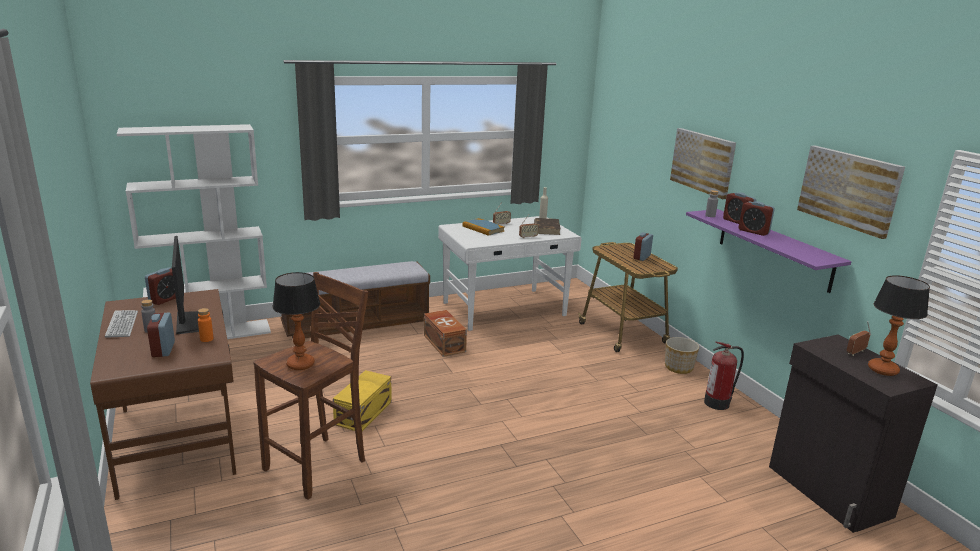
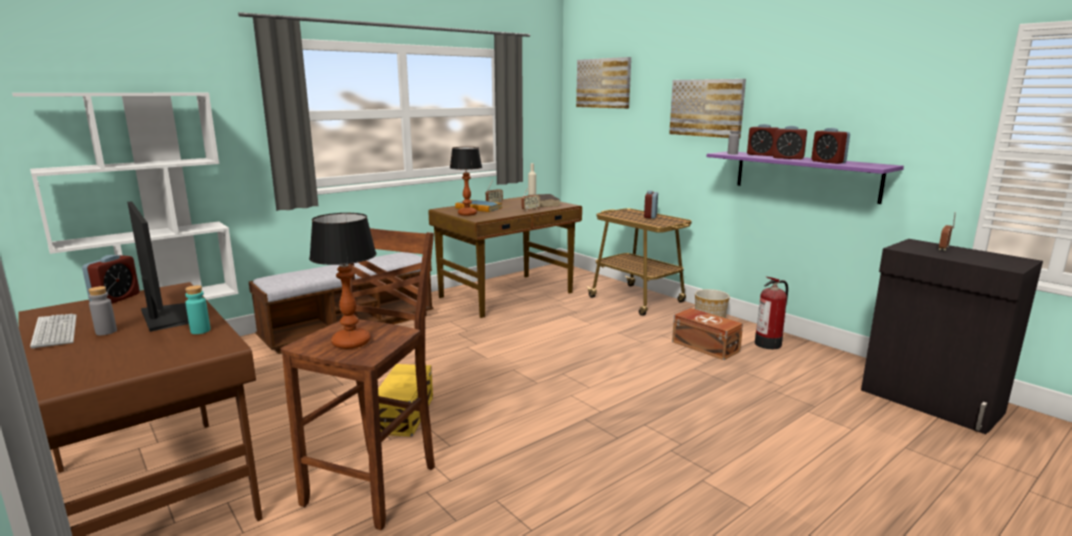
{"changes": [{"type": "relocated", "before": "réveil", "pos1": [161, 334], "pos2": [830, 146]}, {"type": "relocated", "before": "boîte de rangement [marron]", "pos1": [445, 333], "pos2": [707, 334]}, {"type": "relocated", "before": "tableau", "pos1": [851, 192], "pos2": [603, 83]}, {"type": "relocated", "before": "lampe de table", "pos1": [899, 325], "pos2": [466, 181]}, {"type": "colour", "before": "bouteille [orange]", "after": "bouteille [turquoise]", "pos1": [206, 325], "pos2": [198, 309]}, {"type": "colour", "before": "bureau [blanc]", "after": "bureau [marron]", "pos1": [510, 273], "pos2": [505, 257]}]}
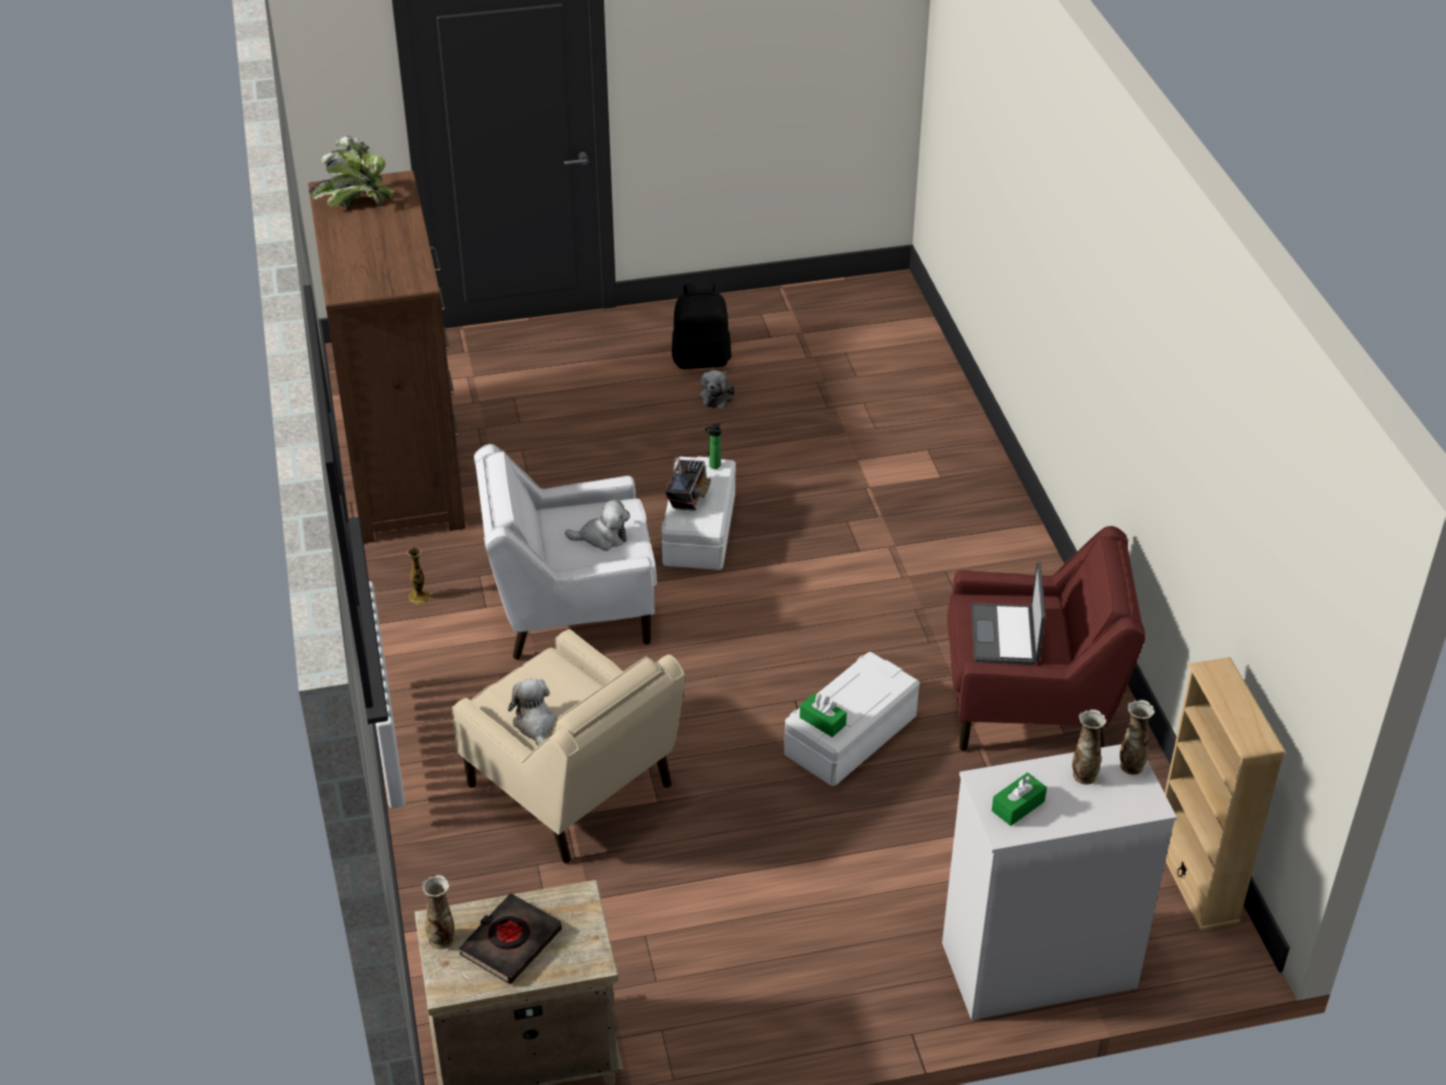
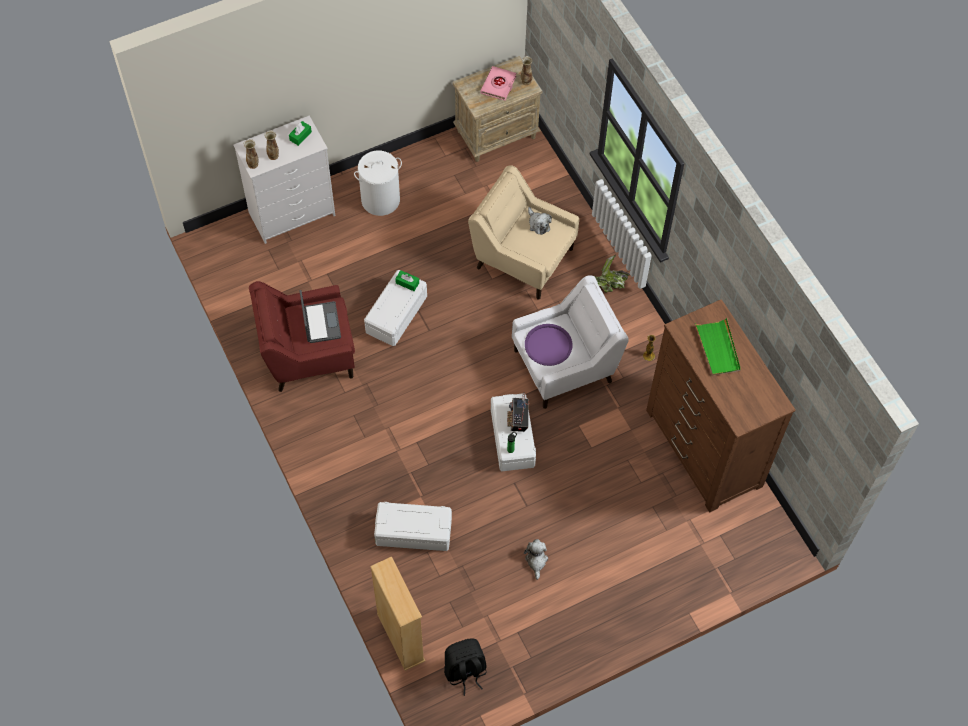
{"changes": [{"type": "appeared", "after": "panier à linge [blanc]", "pos2": [378, 183]}, {"type": "appeared", "after": "boîte de rangement [blanc]", "pos2": [413, 526]}, {"type": "appeared", "after": "plateau [vert]", "pos2": [718, 347]}, {"type": "relocated", "before": "plante en pot", "pos1": [351, 171], "pos2": [612, 274]}, {"type": "relocated", "before": "sac à dos [noir]", "pos1": [702, 325], "pos2": [465, 667]}, {"type": "relocated", "before": "bibliothèque [beige]", "pos1": [1225, 794], "pos2": [397, 613]}, {"type": "exchanged", "before": "peluche", "after": "plateau [violet]", "pos1": [597, 525], "pos2": [548, 345]}, {"type": "colour", "before": "livre [noir]", "after": "livre [rose]", "pos1": [510, 938], "pos2": [498, 83]}]}
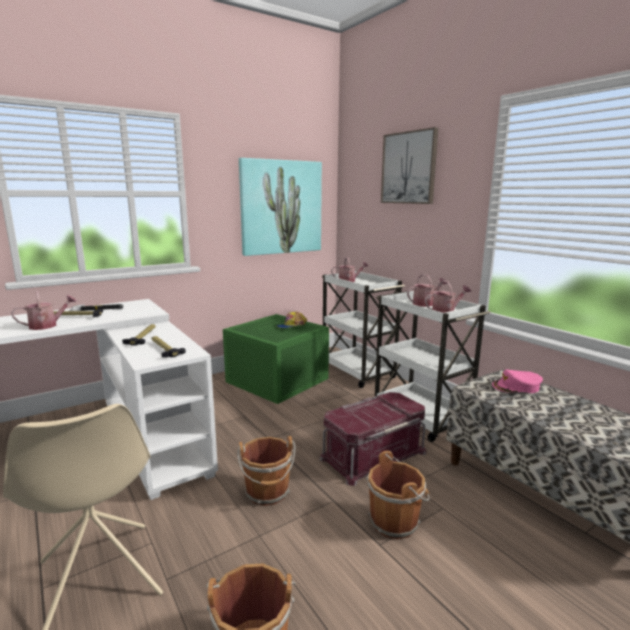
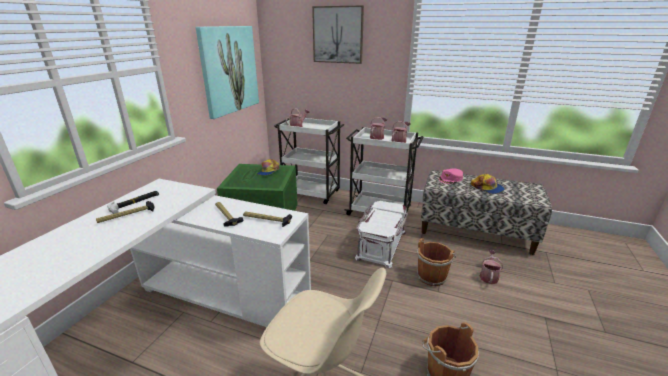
{"changes": [{"type": "missing", "before": "seau [marron]", "pos1": [266, 471]}, {"type": "appeared", "after": "casquette", "pos2": [488, 184]}, {"type": "relocated", "before": "arrosoir", "pos1": [44, 310], "pos2": [491, 267]}, {"type": "colour", "before": "boîte de rangement [rouge]", "after": "boîte de rangement [blanc]", "pos1": [372, 439], "pos2": [381, 234]}]}
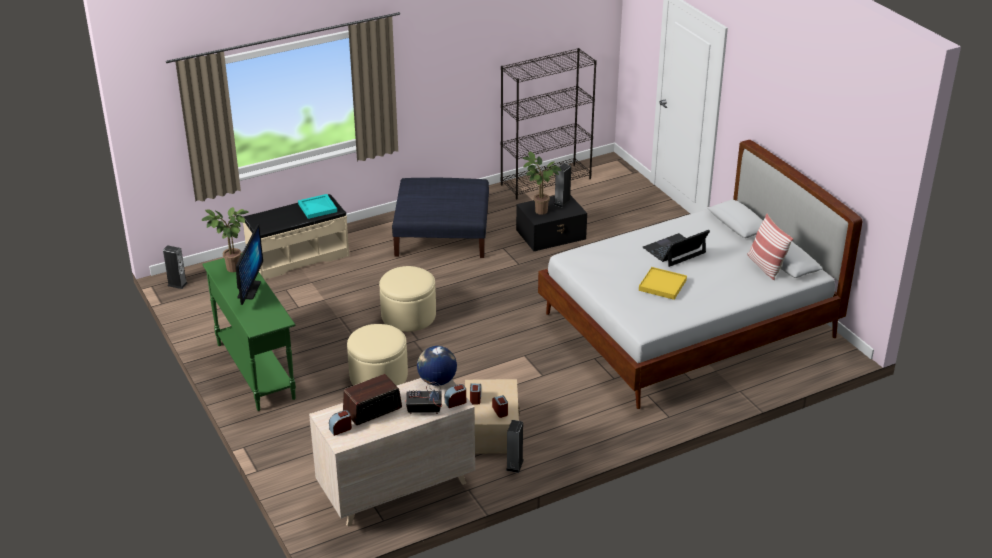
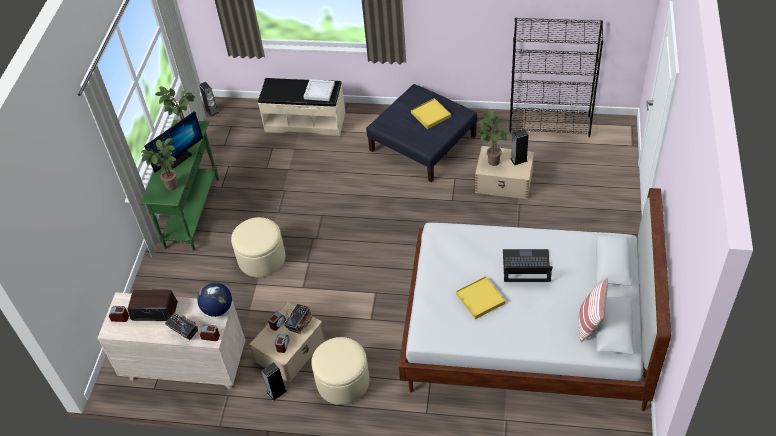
{"changes": [{"type": "appeared", "after": "plante en pot", "pos2": [159, 164]}, {"type": "appeared", "after": "radio", "pos2": [298, 319]}, {"type": "appeared", "after": "plateau [jaune]", "pos2": [431, 113]}, {"type": "relocated", "before": "pouf [beige]", "pos1": [407, 299], "pos2": [340, 371]}, {"type": "colour", "before": "plateau [turquoise]", "after": "plateau [blanc]", "pos1": [317, 206], "pos2": [319, 90]}, {"type": "colour", "before": "boîte de rangement [noir]", "after": "boîte de rangement [beige]", "pos1": [551, 223], "pos2": [504, 172]}]}
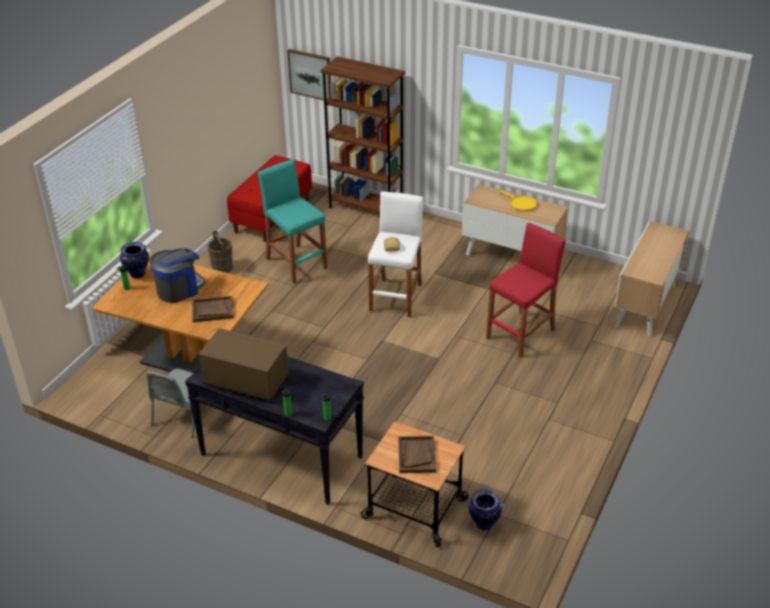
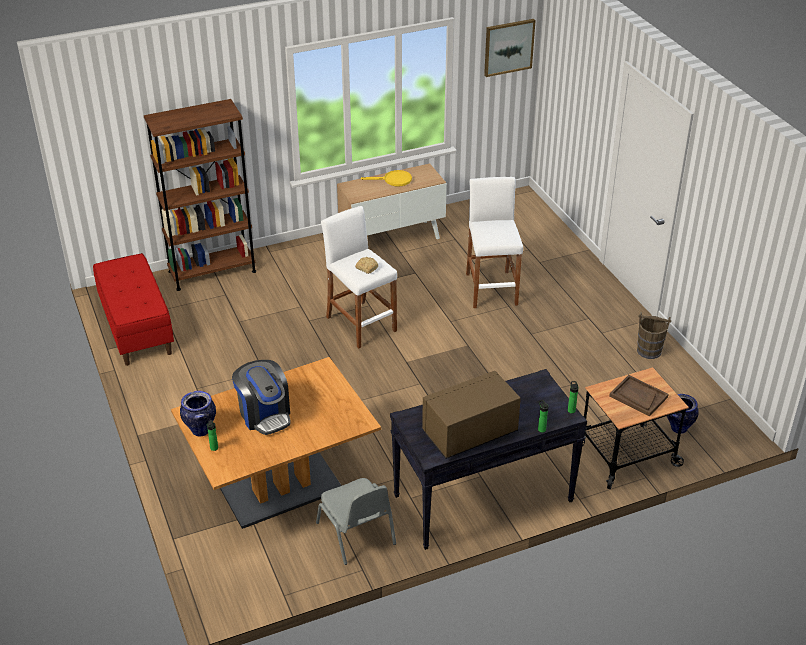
{"changes": [{"type": "missing", "before": "plateau [marron]", "pos1": [213, 309]}, {"type": "missing", "before": "tabouret [turquoise]", "pos1": [292, 221]}, {"type": "missing", "before": "meuble de rangement", "pos1": [652, 279]}, {"type": "relocated", "before": "seau [marron]", "pos1": [220, 251], "pos2": [654, 335]}, {"type": "relocated", "before": "tableau", "pos1": [309, 74], "pos2": [510, 48]}, {"type": "colour", "before": "tabouret [rouge]", "after": "tabouret [blanc]", "pos1": [526, 290], "pos2": [494, 242]}, {"type": "spun", "before": "machine à café", "pos1": [177, 275], "pos2": [261, 397], "turn": 150}]}
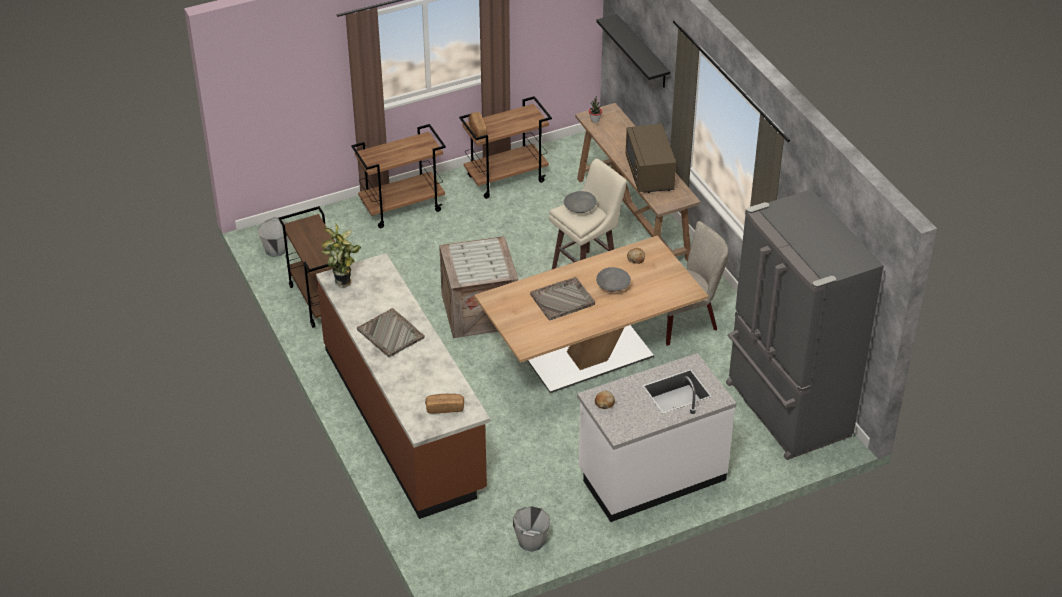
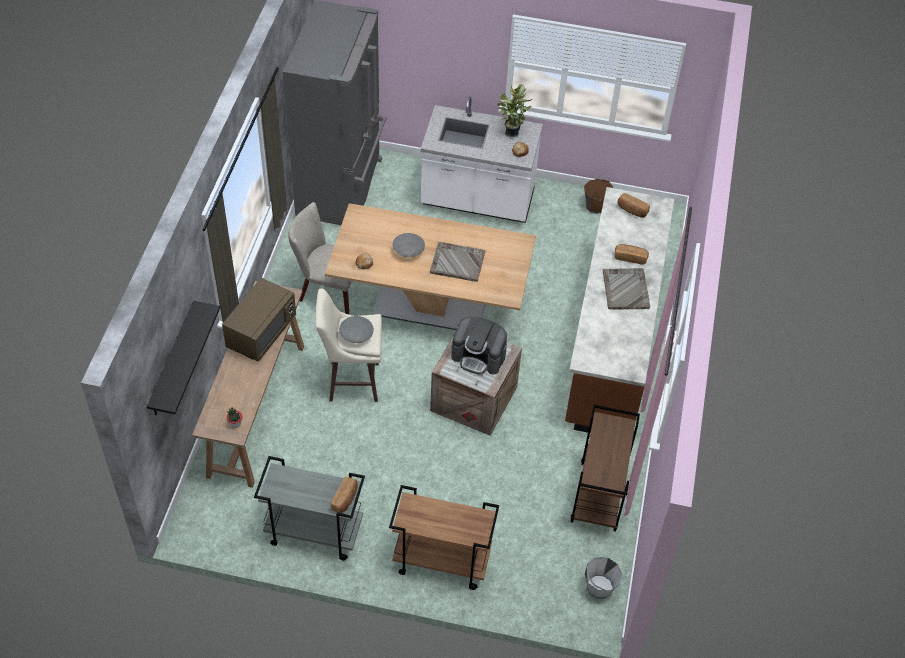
{"changes": [{"type": "appeared", "after": "machine à café", "pos2": [479, 346]}, {"type": "appeared", "after": "pain", "pos2": [631, 254]}, {"type": "relocated", "before": "plante en pot", "pos1": [341, 255], "pos2": [514, 111]}, {"type": "colour", "before": "chariot [marron]", "after": "chariot [gris]", "pos1": [505, 147], "pos2": [309, 508]}, {"type": "colour", "before": "seau [gris]", "after": "seau [marron]", "pos1": [531, 529], "pos2": [598, 196]}]}
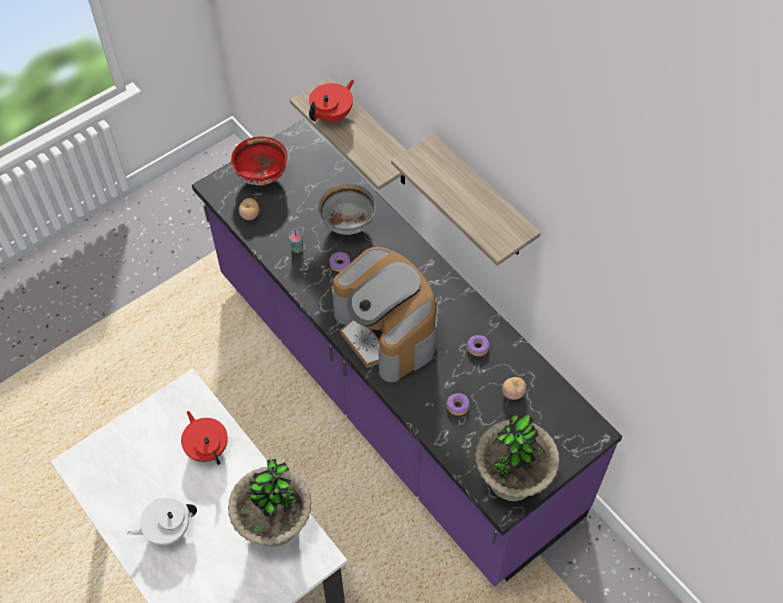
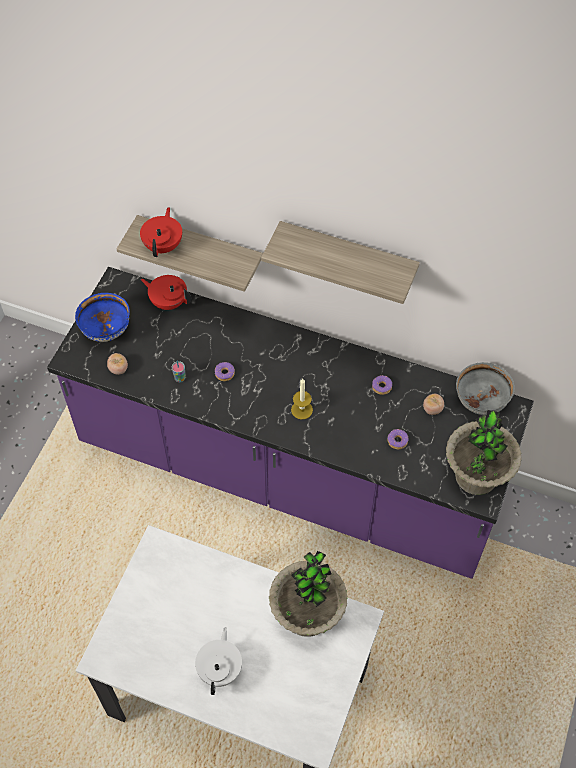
{"changes": [{"type": "relocated", "before": "théière [rouge]", "pos1": [204, 438], "pos2": [166, 292]}, {"type": "relocated", "before": "bol [gris]", "pos1": [347, 209], "pos2": [485, 388]}, {"type": "exchanged", "before": "machine à café", "after": "bougie", "pos1": [384, 314], "pos2": [302, 399]}, {"type": "colour", "before": "bol [rouge]", "after": "bol [bleu]", "pos1": [259, 161], "pos2": [102, 317]}, {"type": "spun", "before": "théière [blanc]", "pos1": [162, 521], "pos2": [218, 661], "turn": 150}]}
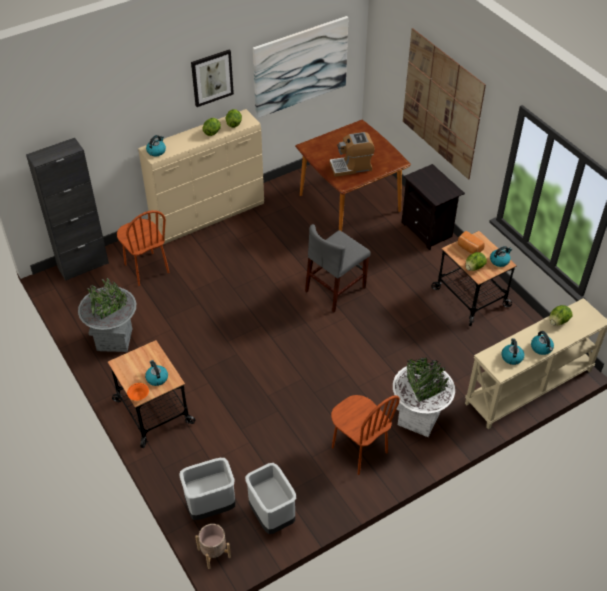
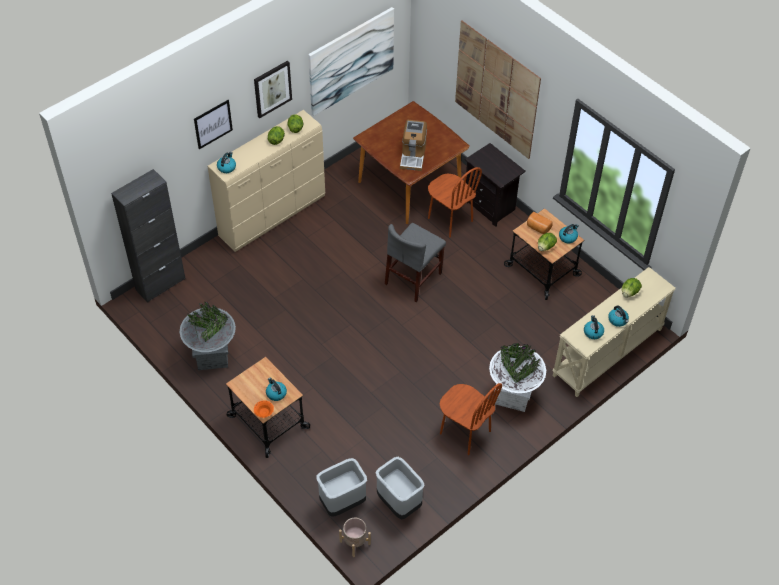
{"changes": [{"type": "appeared", "after": "tableau", "pos2": [213, 124]}, {"type": "relocated", "before": "chaise [marron]", "pos1": [143, 248], "pos2": [455, 202]}, {"type": "spun", "before": "machine à café", "pos1": [352, 154], "pos2": [413, 145], "turn": -60}]}
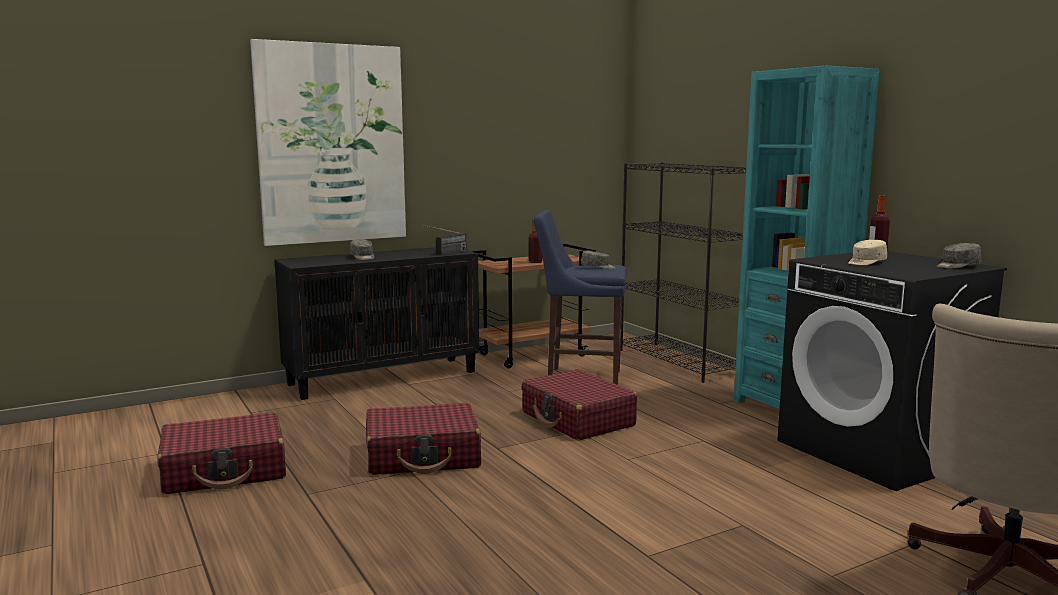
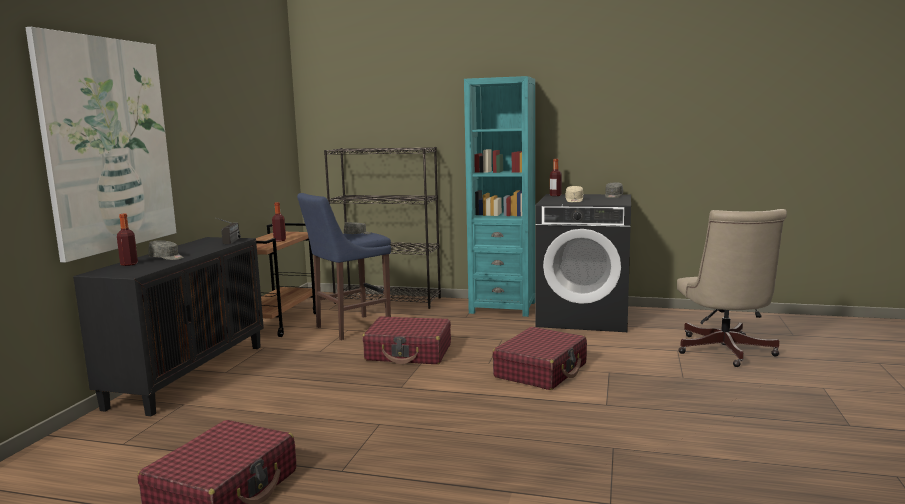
{"changes": [{"type": "appeared", "after": "bouteille", "pos2": [127, 240]}, {"type": "relocated", "before": "valise [rouge]", "pos1": [423, 439], "pos2": [540, 358]}]}
